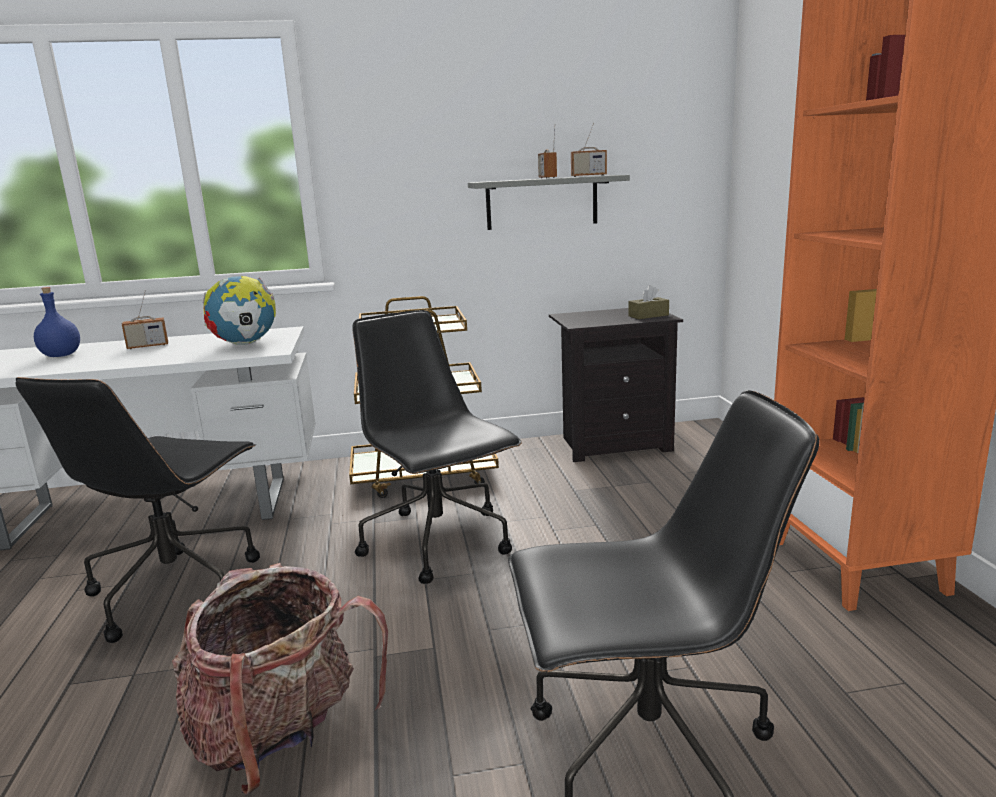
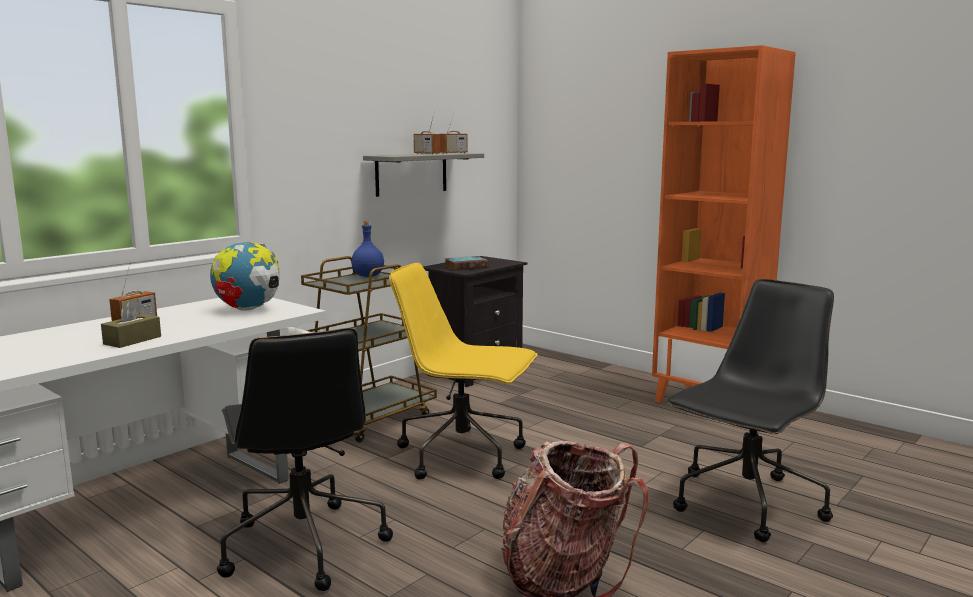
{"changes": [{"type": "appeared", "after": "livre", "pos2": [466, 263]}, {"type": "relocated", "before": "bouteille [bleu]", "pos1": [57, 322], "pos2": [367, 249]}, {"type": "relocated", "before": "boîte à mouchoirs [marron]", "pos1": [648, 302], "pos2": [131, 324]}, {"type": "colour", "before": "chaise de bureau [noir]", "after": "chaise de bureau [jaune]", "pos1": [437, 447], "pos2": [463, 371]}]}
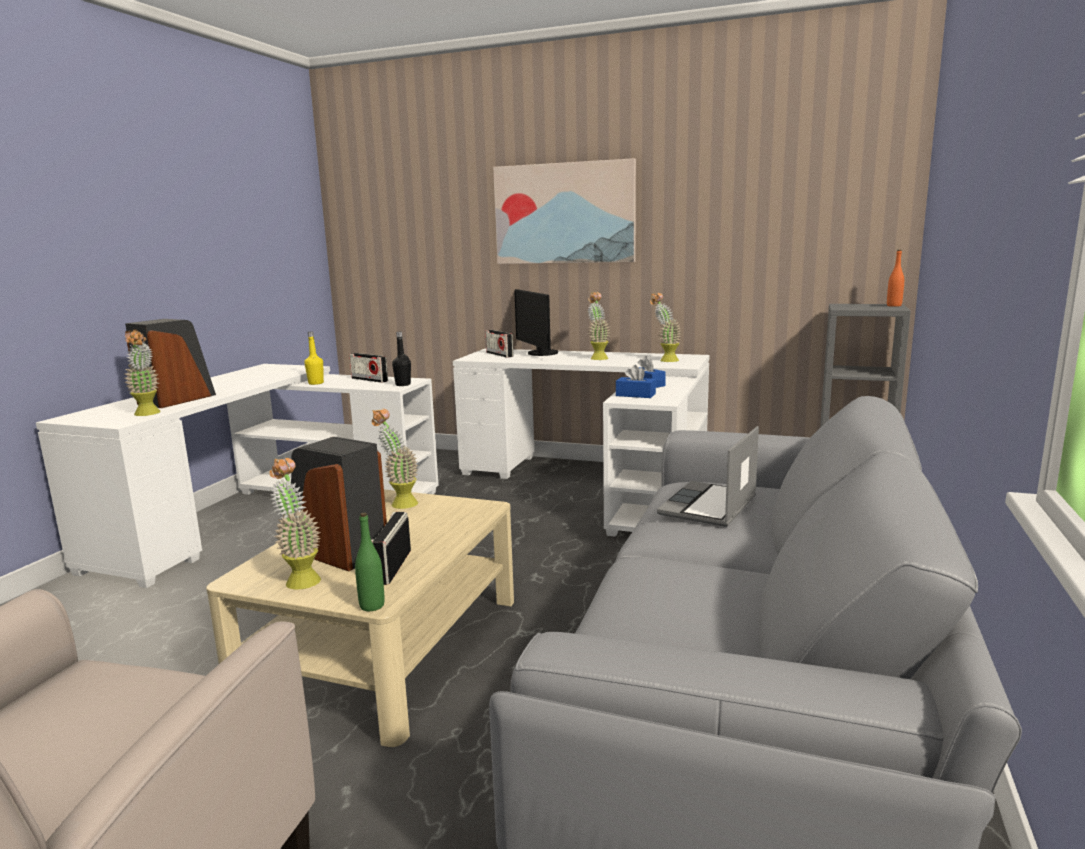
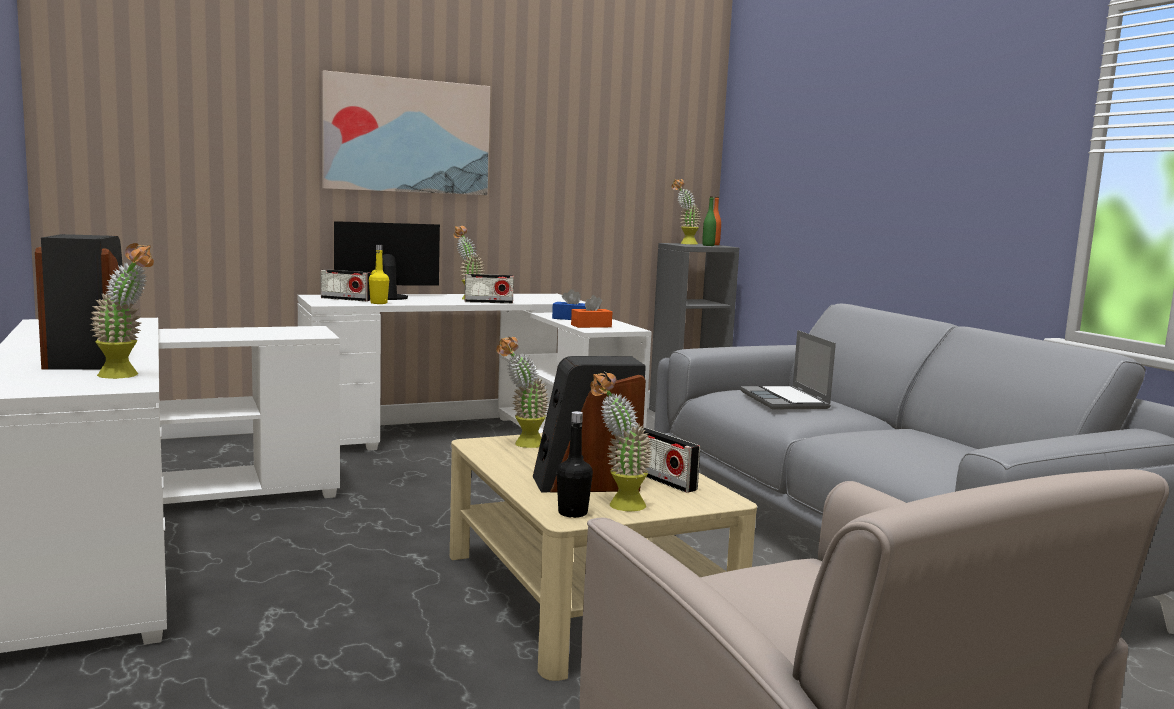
{"changes": [{"type": "relocated", "before": "bouteille [jaune]", "pos1": [314, 358], "pos2": [379, 274]}, {"type": "relocated", "before": "radio", "pos1": [369, 368], "pos2": [489, 288]}, {"type": "relocated", "before": "bouteille [vert]", "pos1": [370, 562], "pos2": [709, 221]}, {"type": "relocated", "before": "bouteille [noir]", "pos1": [401, 359], "pos2": [575, 464]}, {"type": "relocated", "before": "plante en pot", "pos1": [666, 327], "pos2": [686, 211]}, {"type": "colour", "before": "boîte à mouchoirs [bleu]", "after": "boîte à mouchoirs [orange]", "pos1": [636, 381], "pos2": [591, 311]}, {"type": "spun", "before": "écran d'ordinateur", "pos1": [536, 322], "pos2": [387, 260], "turn": 135}]}
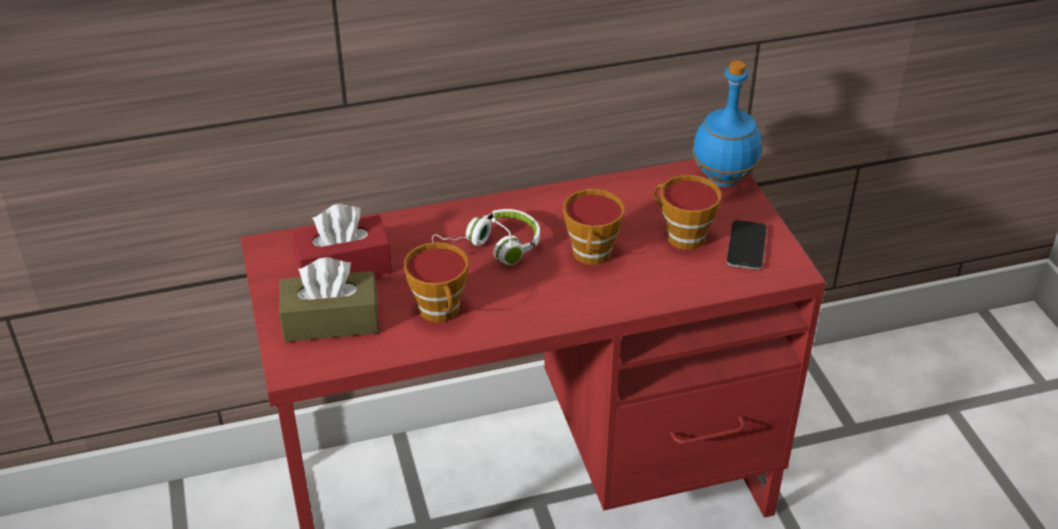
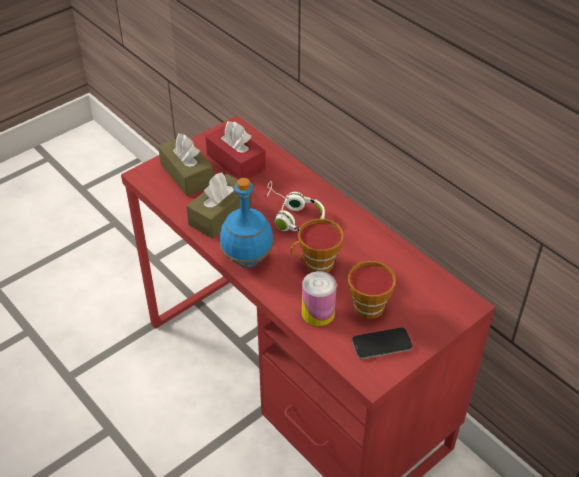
{"changes": [{"type": "appeared", "after": "boîte métallique", "pos2": [319, 298]}, {"type": "relocated", "before": "bouteille [bleu]", "pos1": [727, 123], "pos2": [247, 223]}, {"type": "exchanged", "before": "tasse", "after": "boîte à mouchoirs [marron]", "pos1": [436, 282], "pos2": [218, 205]}]}
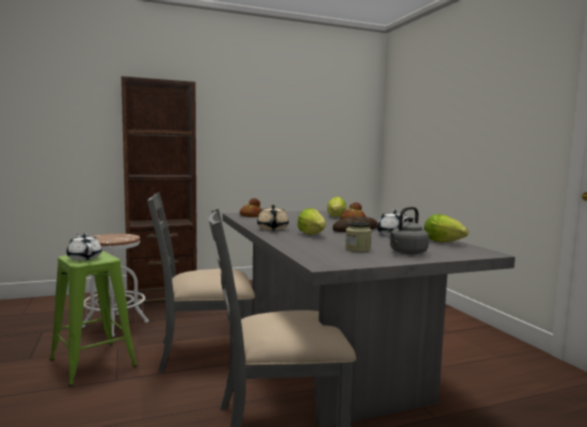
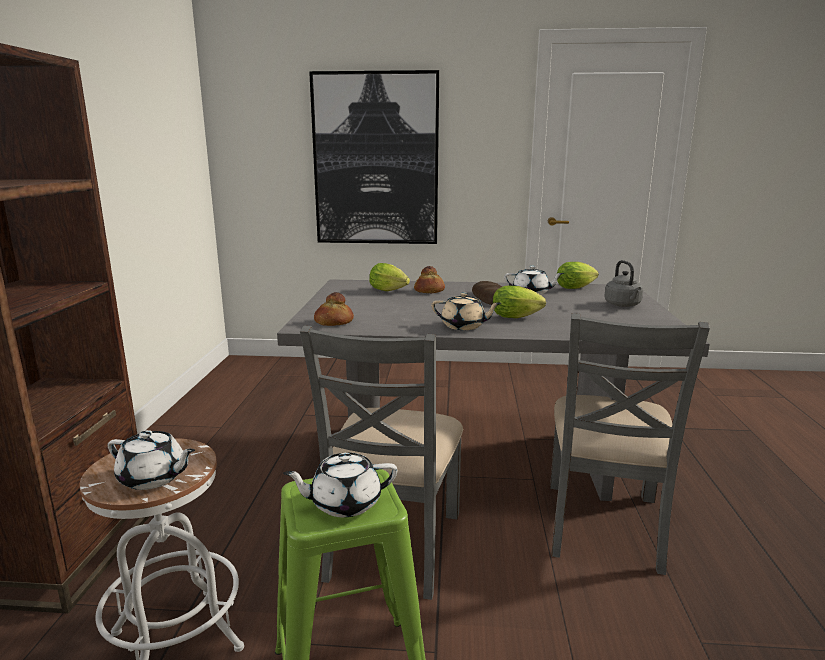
{"changes": [{"type": "missing", "before": "bocal", "pos1": [358, 236]}, {"type": "appeared", "after": "théière [blanc]", "pos2": [151, 460]}, {"type": "appeared", "after": "tableau", "pos2": [374, 157]}]}
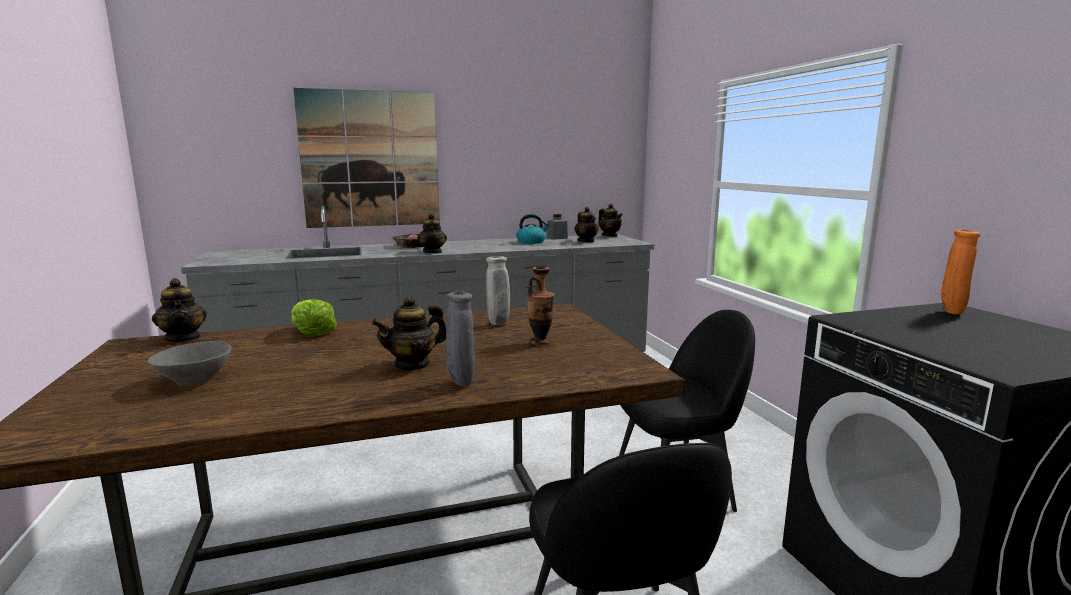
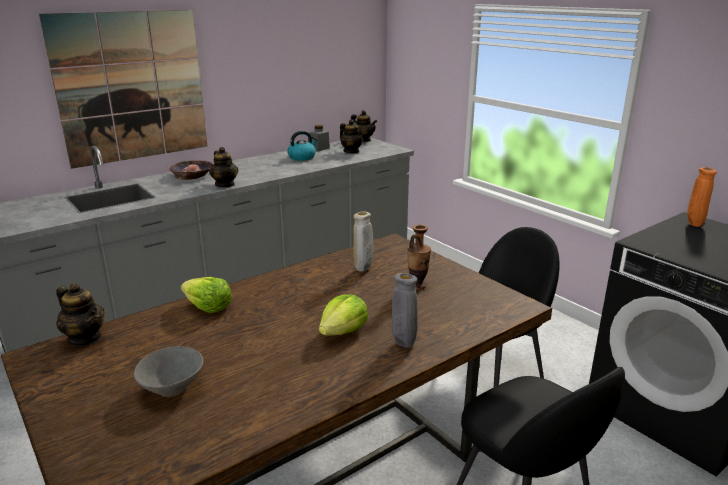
{"changes": [{"type": "exchanged", "before": "théière", "after": "laitue", "pos1": [409, 333], "pos2": [343, 315]}]}
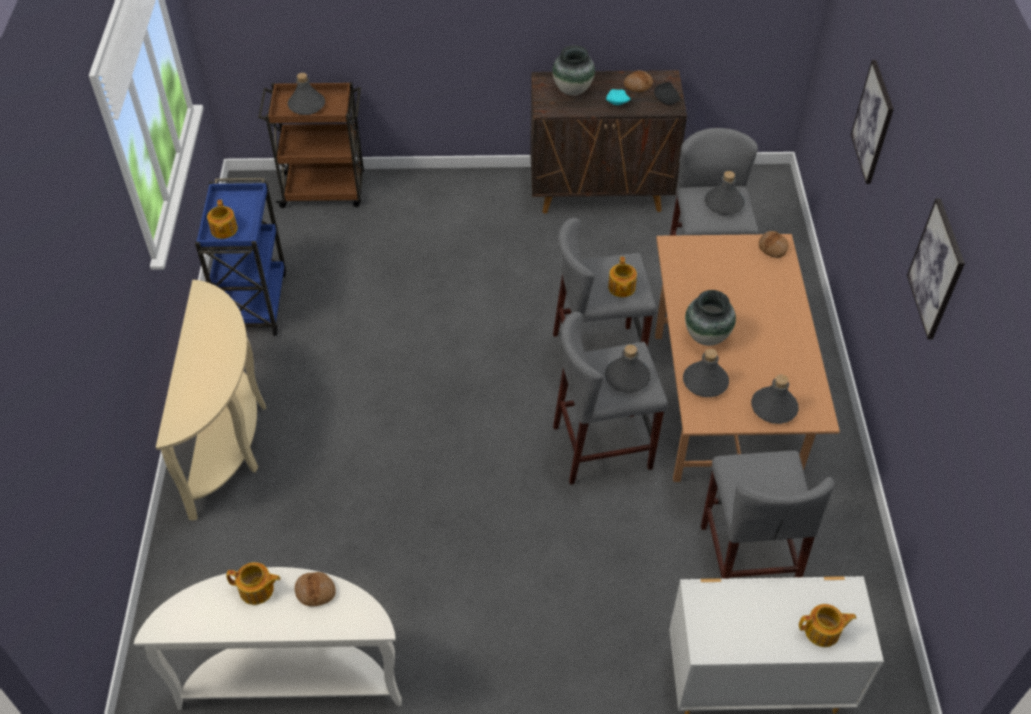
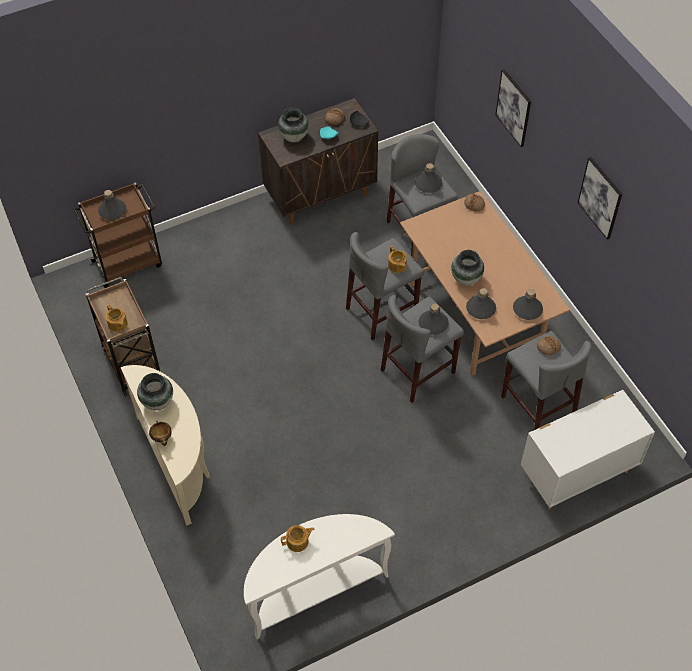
{"changes": [{"type": "missing", "before": "théière", "pos1": [827, 625]}, {"type": "appeared", "after": "vase", "pos2": [155, 391]}, {"type": "appeared", "after": "bol", "pos2": [160, 433]}, {"type": "relocated", "before": "pain", "pos1": [315, 589], "pos2": [549, 345]}, {"type": "colour", "before": "chariot [bleu]", "after": "chariot [marron]", "pos1": [240, 257], "pos2": [123, 337]}]}
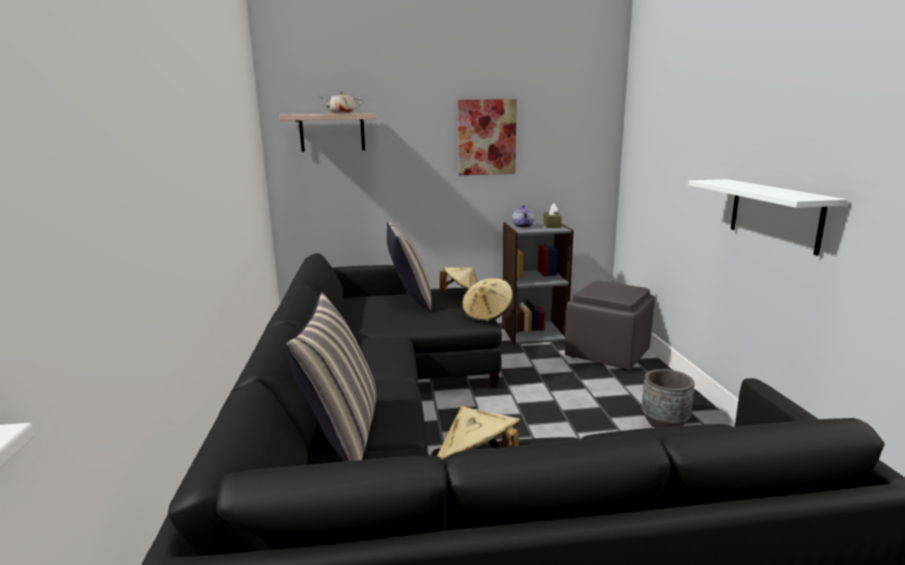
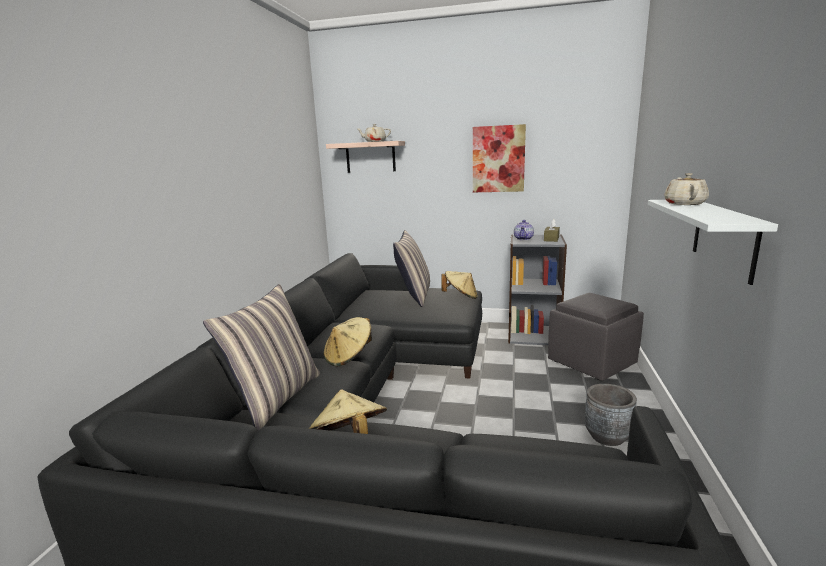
{"changes": [{"type": "appeared", "after": "théière [beige]", "pos2": [686, 189]}, {"type": "relocated", "before": "chapeau [beige]", "pos1": [487, 300], "pos2": [348, 341]}]}
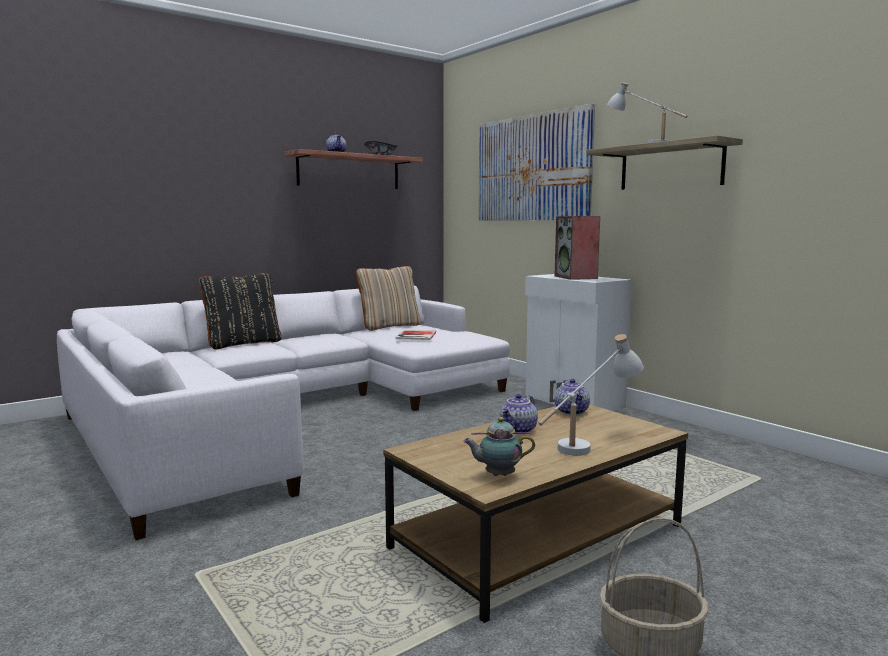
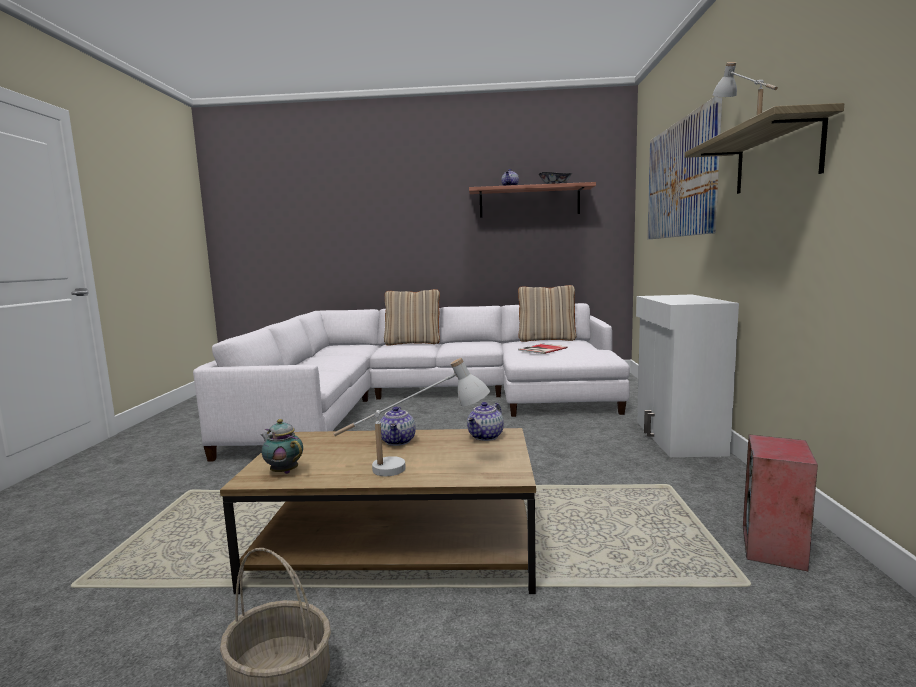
{"changes": [{"type": "relocated", "before": "enceinte", "pos1": [577, 248], "pos2": [780, 502]}, {"type": "colour", "before": "coussin [noir]", "after": "coussin [beige]", "pos1": [240, 311], "pos2": [412, 317]}, {"type": "spun", "before": "théière", "pos1": [519, 413], "pos2": [398, 426], "turn": -75}]}
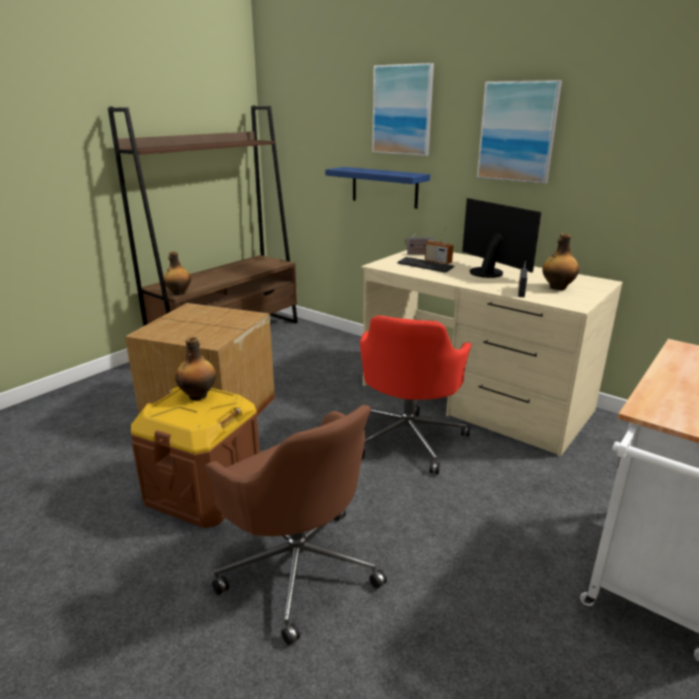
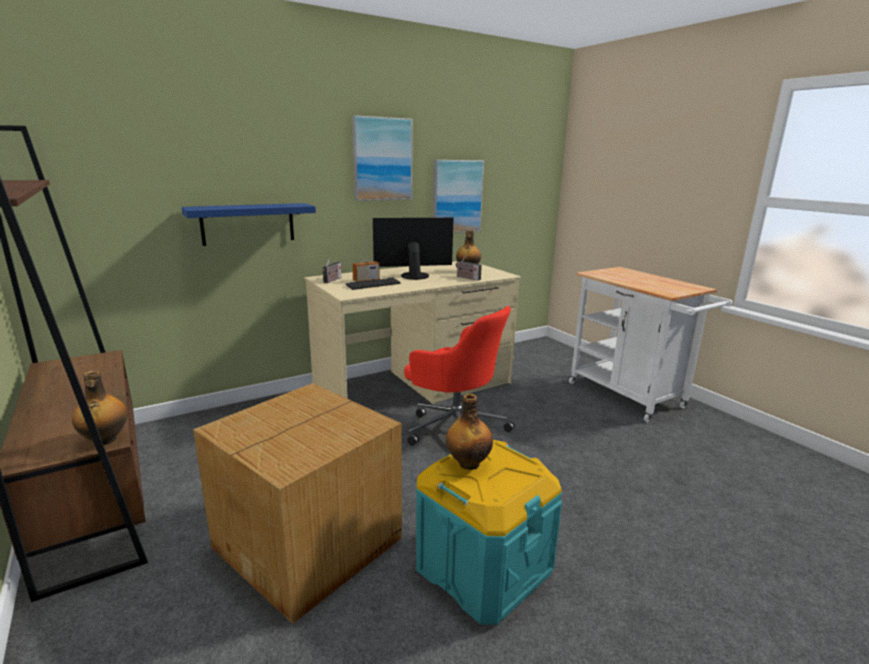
{"changes": [{"type": "missing", "before": "chaise de bureau [marron]", "pos1": [296, 525]}, {"type": "relocated", "before": "tableau", "pos1": [403, 109], "pos2": [458, 196]}, {"type": "colour", "before": "boîte de rangement [marron]", "after": "boîte de rangement [turquoise]", "pos1": [195, 457], "pos2": [489, 532]}]}
